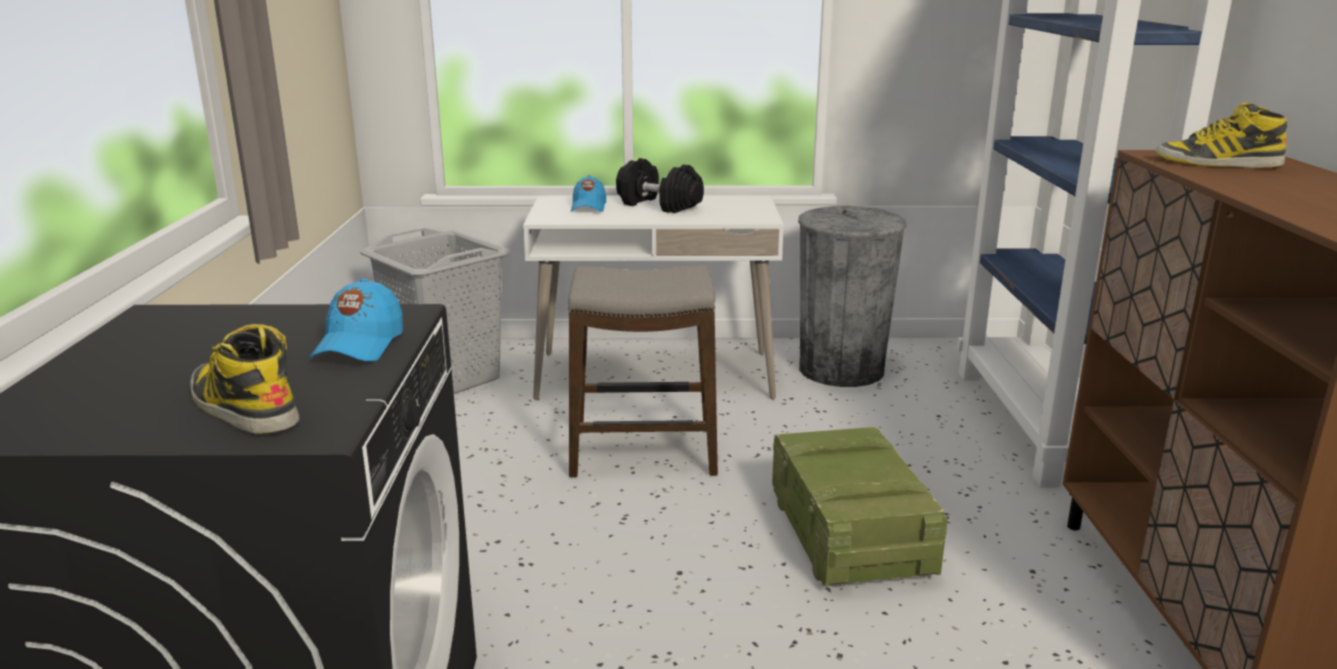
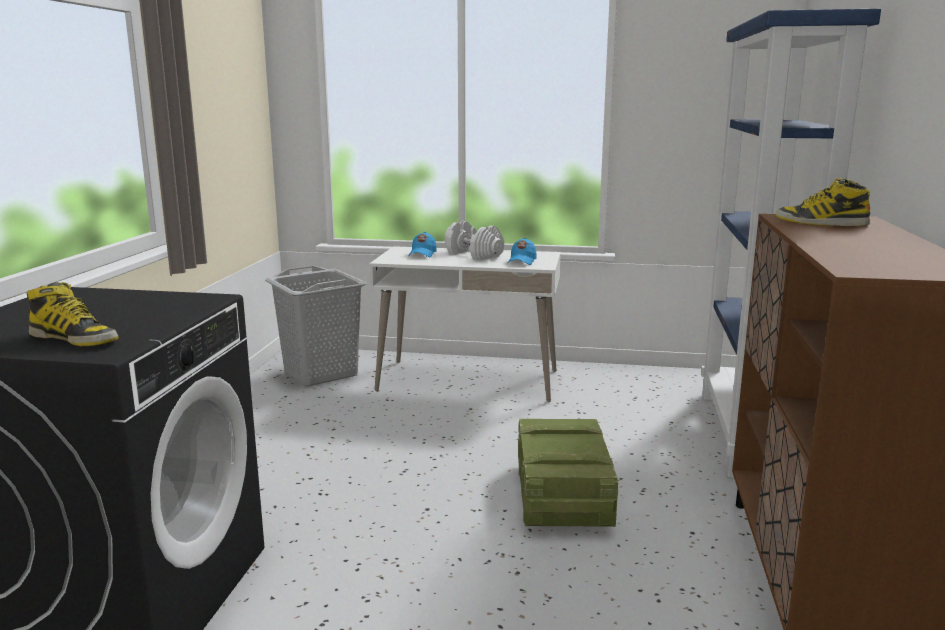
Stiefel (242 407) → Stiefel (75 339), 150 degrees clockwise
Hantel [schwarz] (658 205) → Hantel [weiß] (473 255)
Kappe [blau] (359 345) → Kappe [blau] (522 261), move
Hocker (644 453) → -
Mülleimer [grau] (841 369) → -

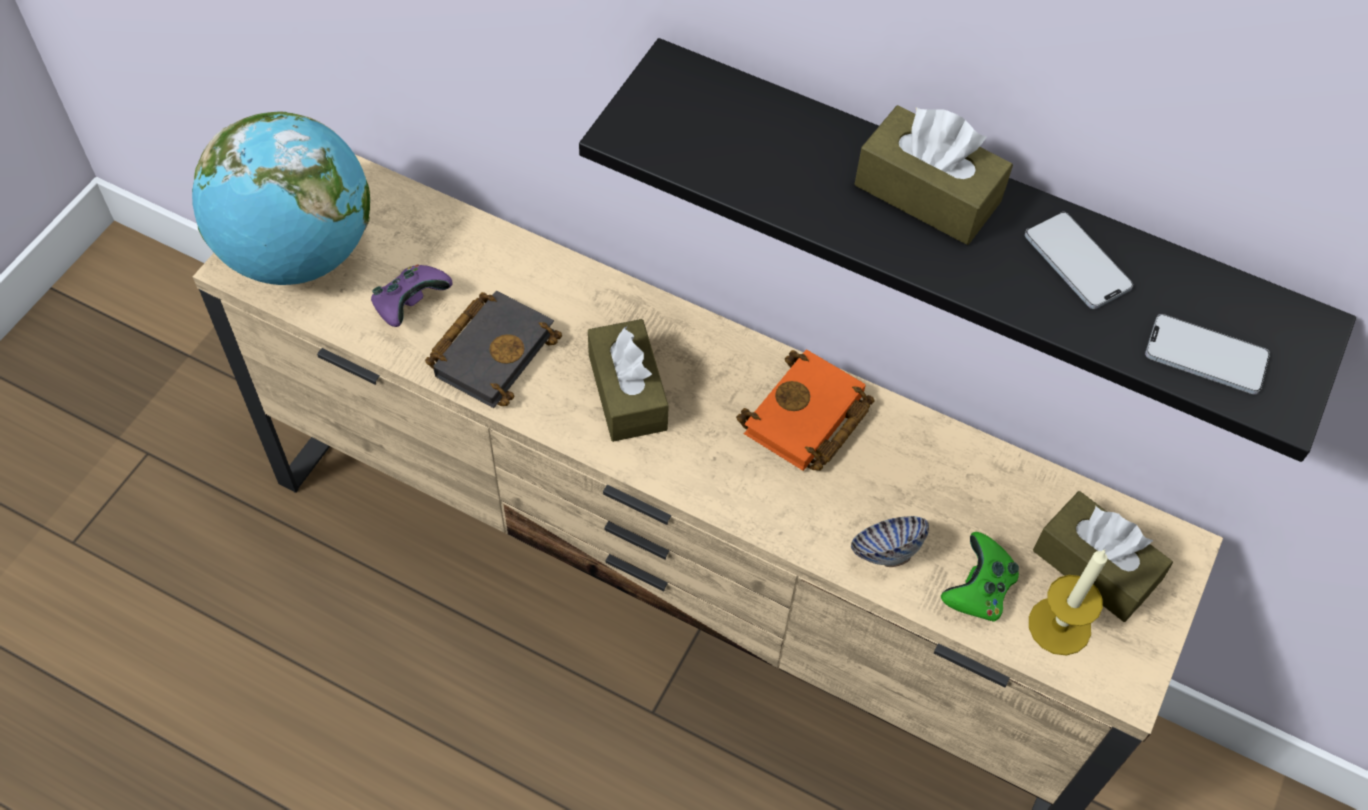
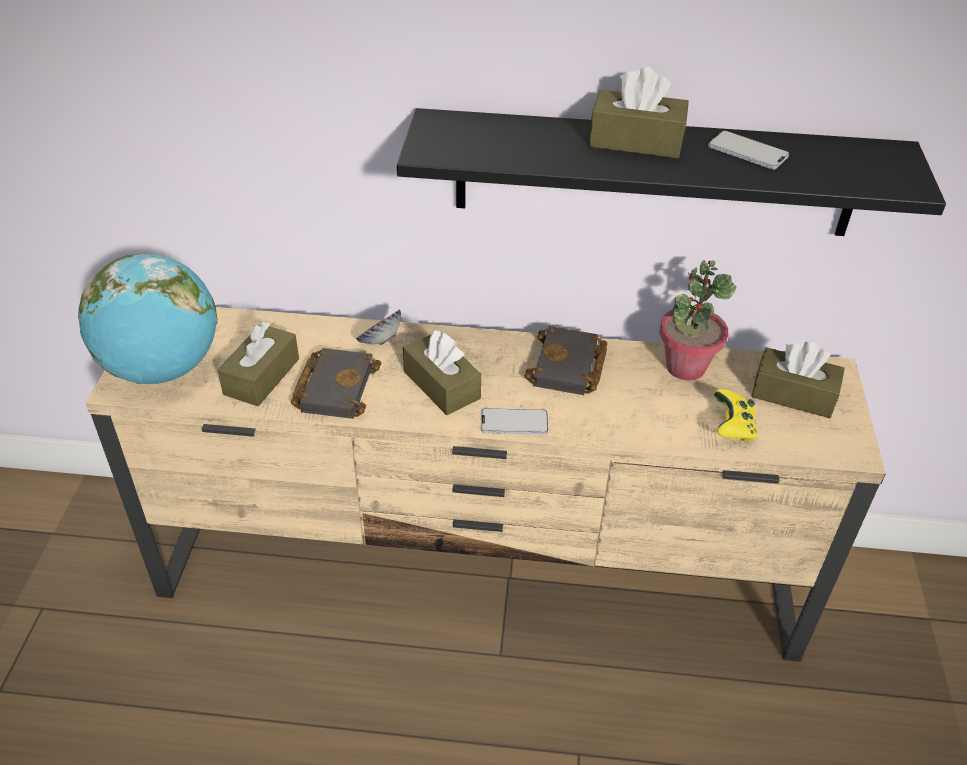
Gamepad [lila] (410 305) → Taschentuchbox [braun] (261 376)
Schüssel (886 551) → Schüssel (380 341), move
Handy (1206 356) → Handy (514 423), move
Buch [orange] (806 420) → Buch [schwarz] (569 368)
- → Topfpflanze (685 367)
Gamepad [grün] (978 590) → Gamepad [gelb] (732 428)
Kerze (1059 626) → -

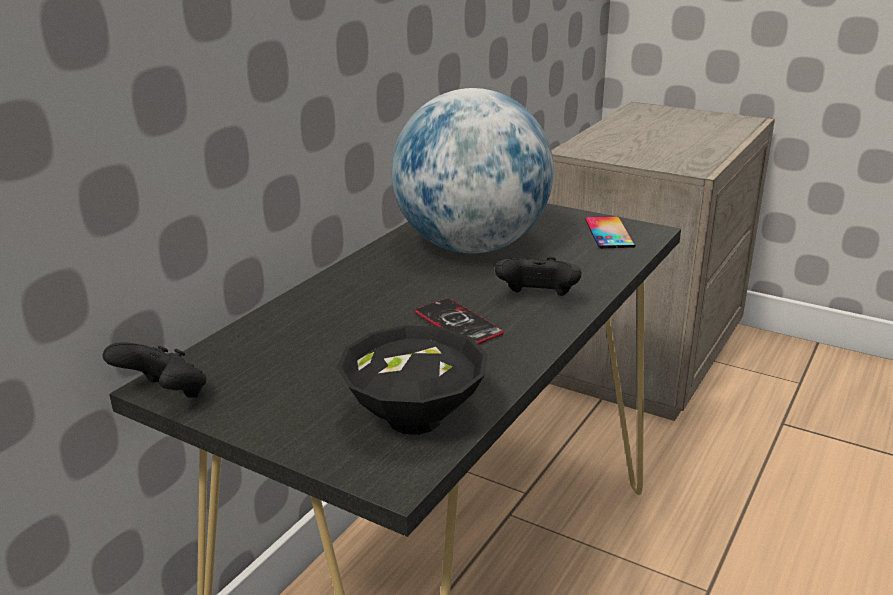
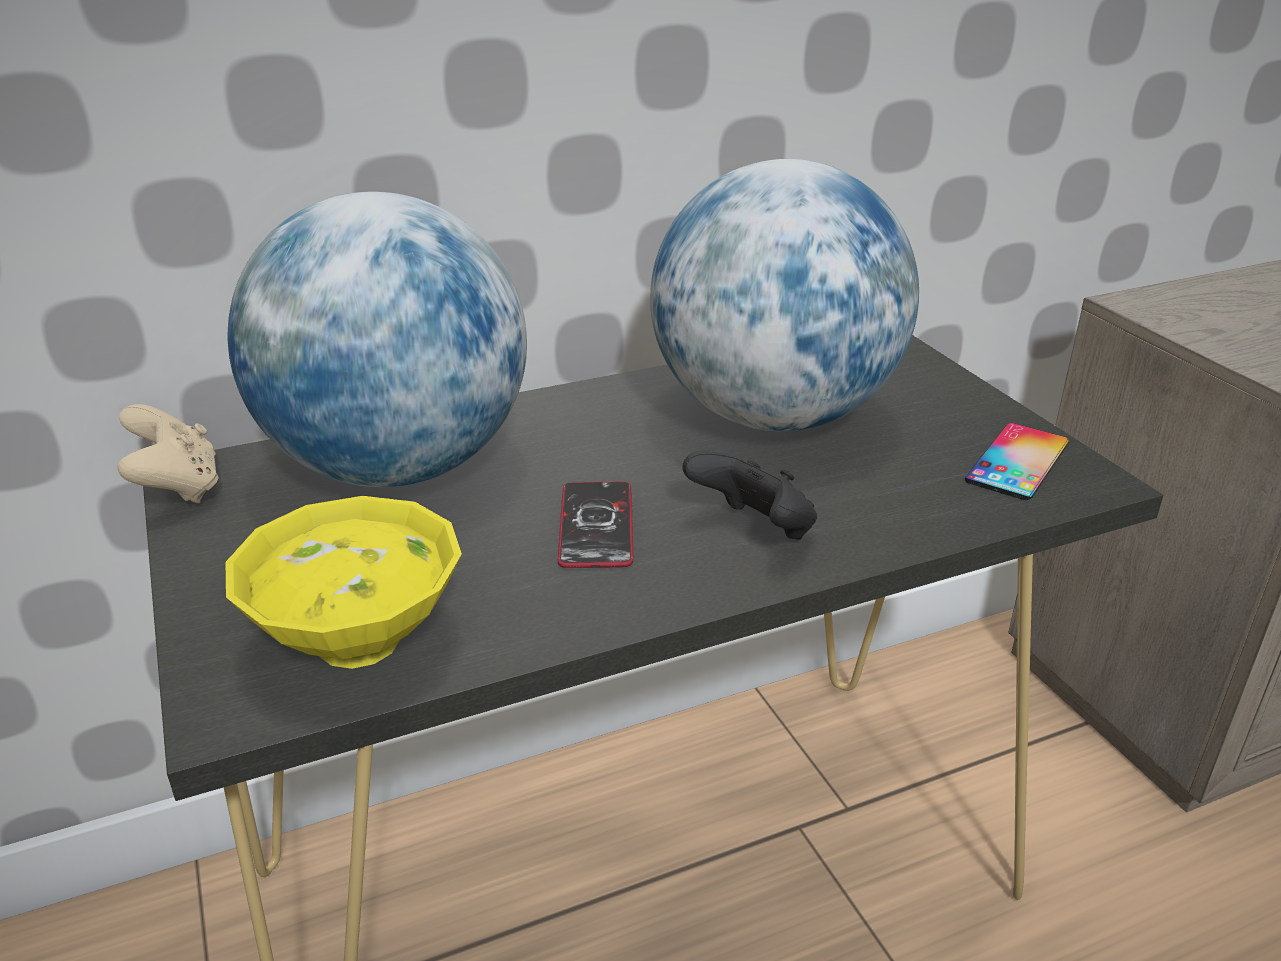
Gamepad [schwarz] (165 396) → Gamepad [beige] (177 488)
Schüssel [schwarz] (417 420) → Schüssel [gelb] (359 644)
- → Globus (398 467)

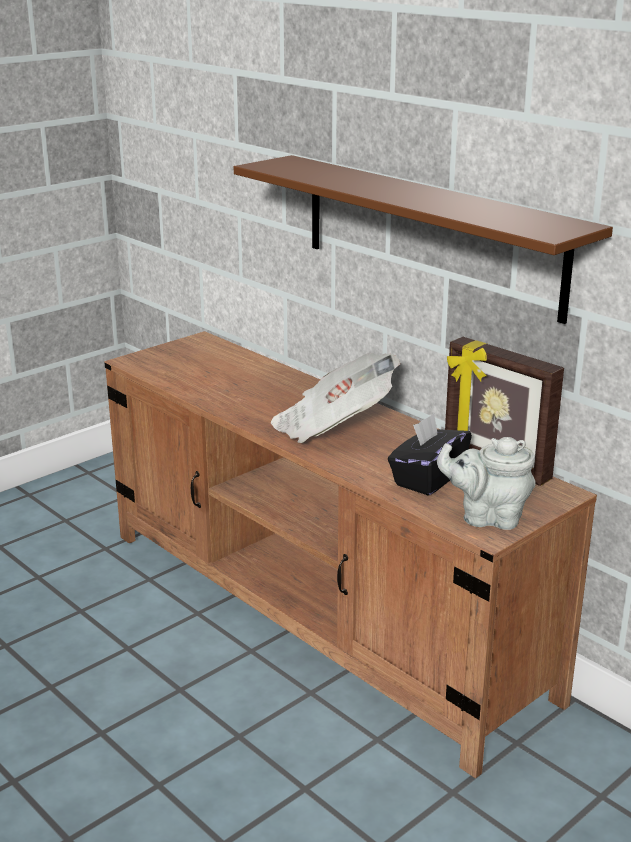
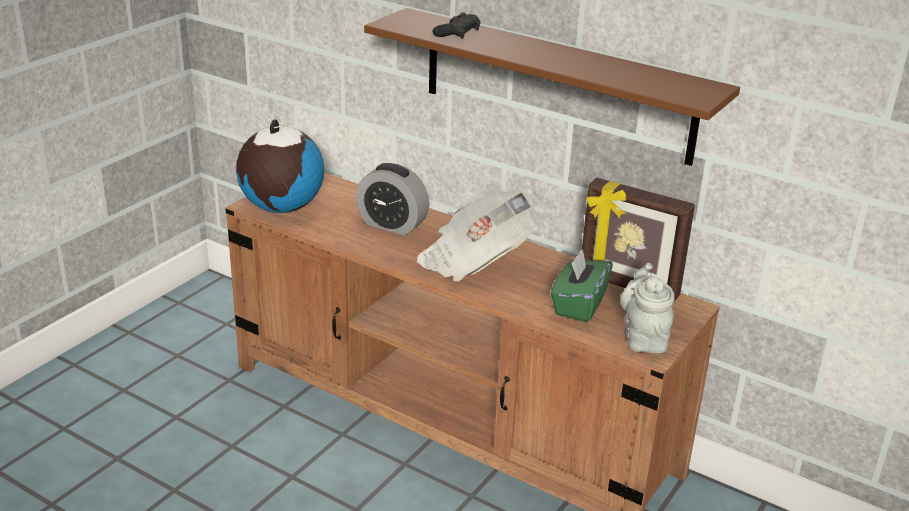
- → Globus (281 208)
- → Wecker (392 225)
- → Gamepad [schwarz] (457 33)
Taschentuchbox [schwarz] (427 478) → Taschentuchbox [grün] (578 305)
Teekanne [grau] (487 517) → Teekanne [grau] (644 338), 90 degrees clockwise

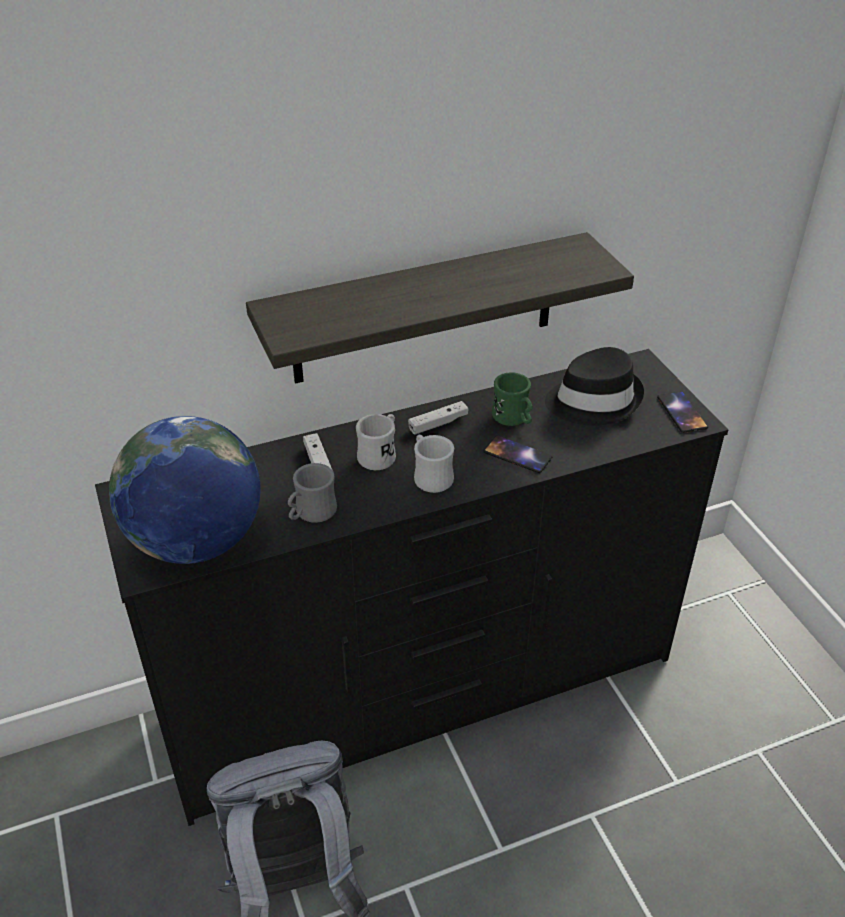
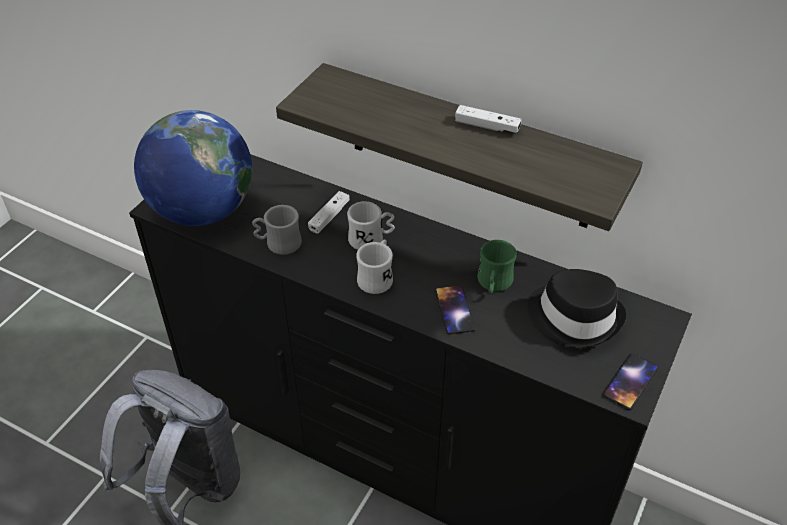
Gamepad [weiß] (438 423) → Gamepad [weiß] (487 126), move

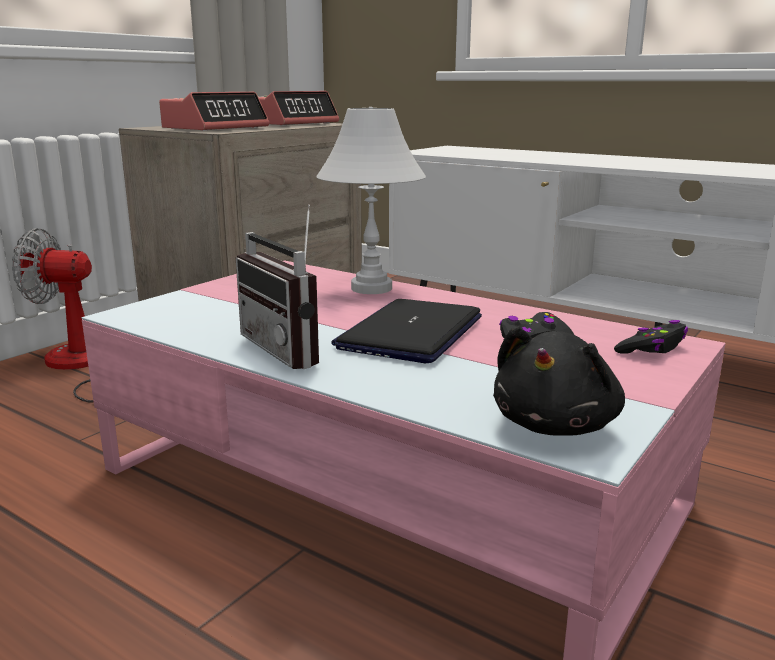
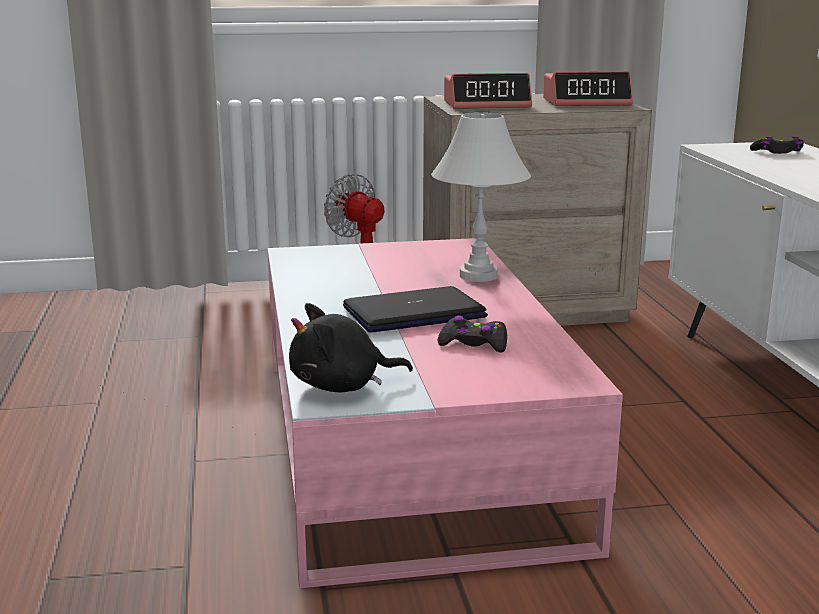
Gamepad [schwarz] (652 348) → Gamepad [schwarz] (777 152), move
Radio (292 349) → -

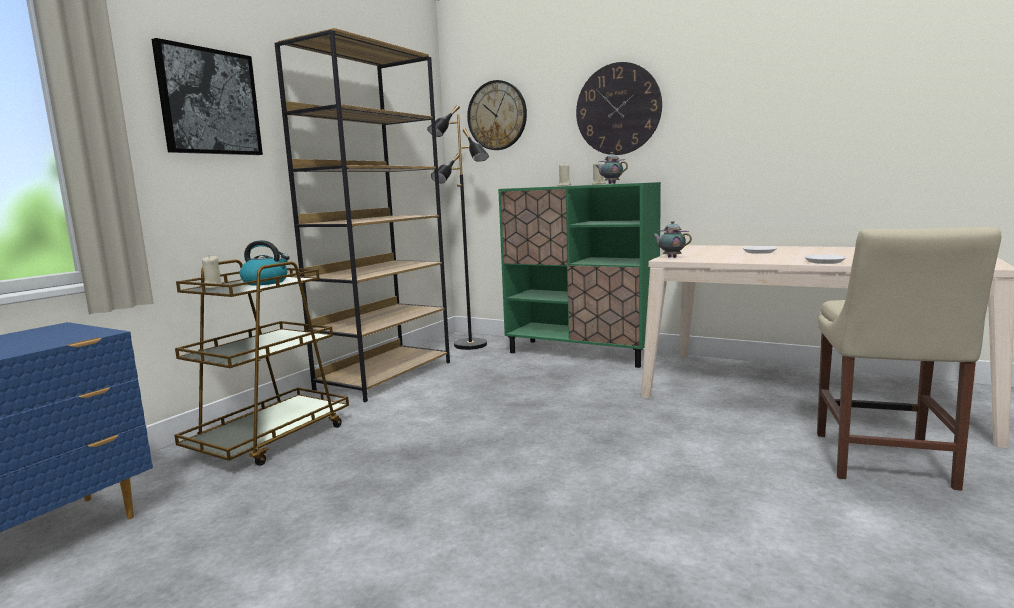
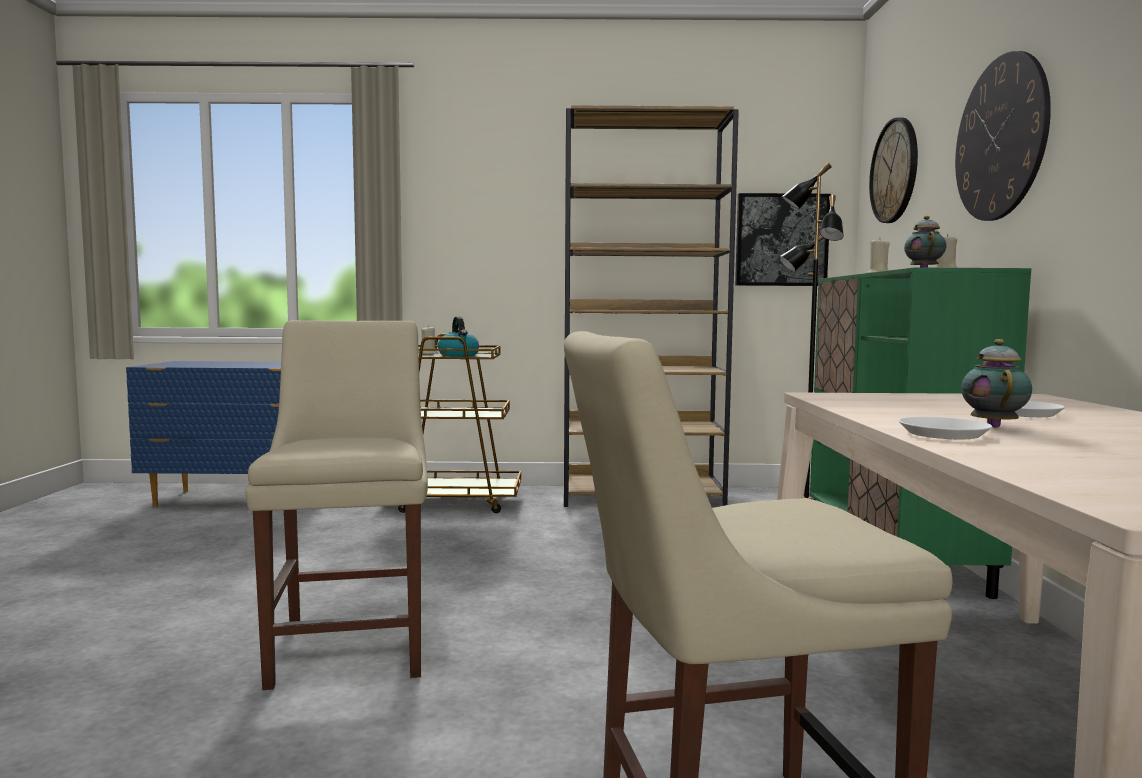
- → Stuhl [beige] (353 644)
Bild (209 102) → Bild (781 240), move
Teekanne (671 257) → Teekanne (993 426), move

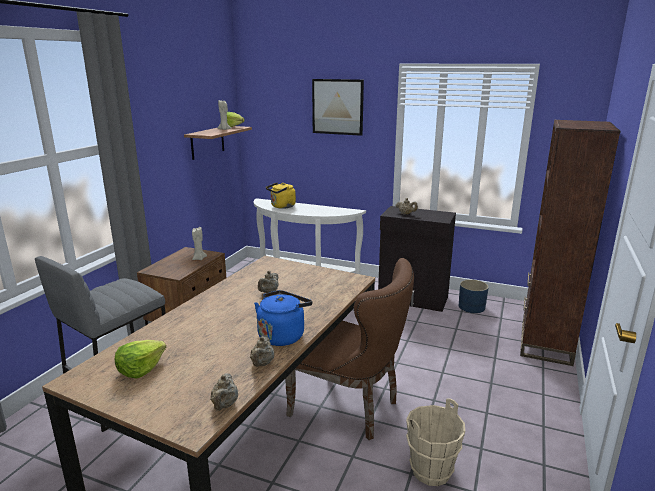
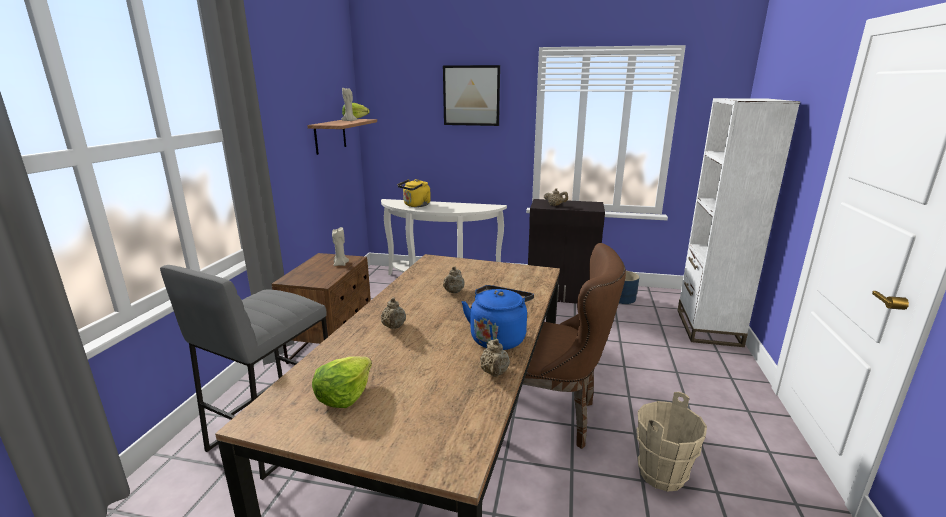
Teekanne [beige] (224 405) → Teekanne [beige] (394 327), move
Bücherregal [braun] (545 343) → Bücherregal [weiß] (708 327)

